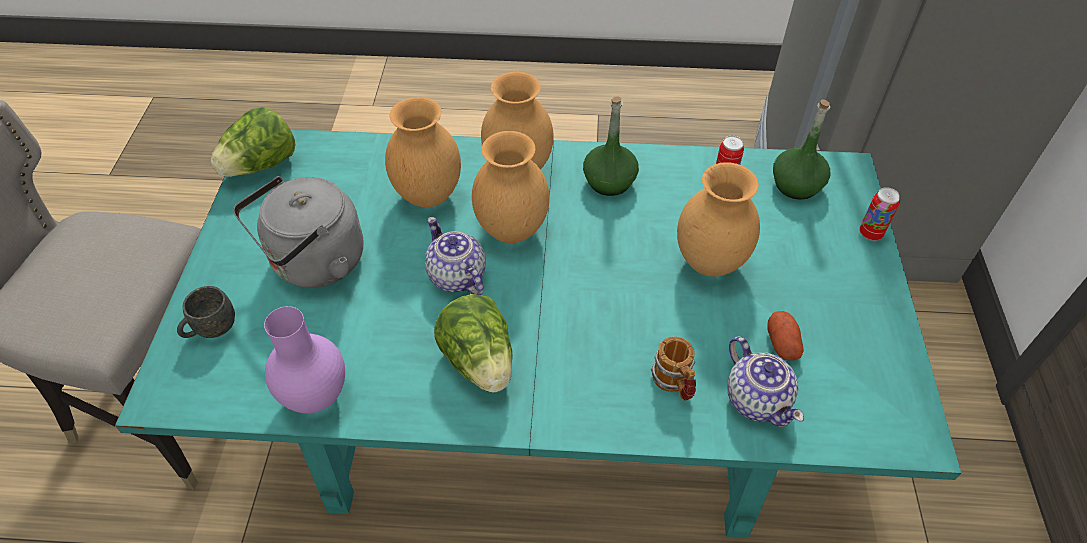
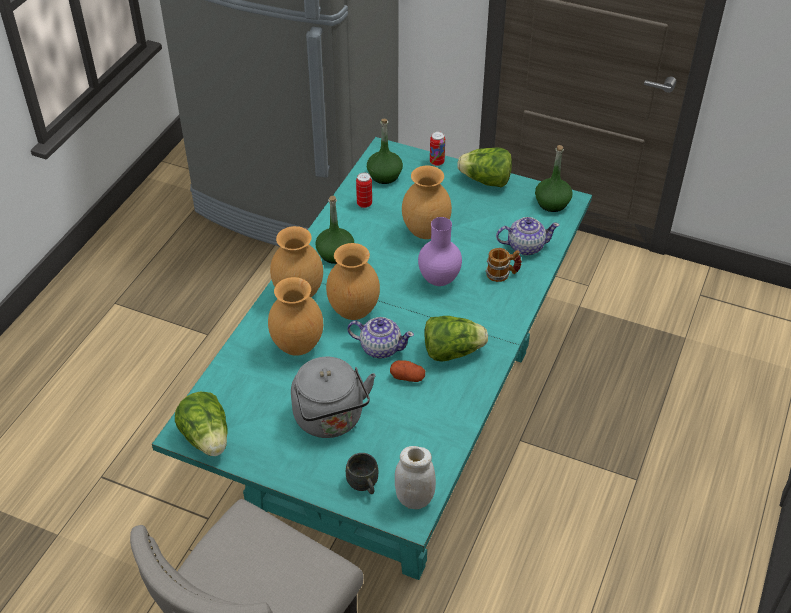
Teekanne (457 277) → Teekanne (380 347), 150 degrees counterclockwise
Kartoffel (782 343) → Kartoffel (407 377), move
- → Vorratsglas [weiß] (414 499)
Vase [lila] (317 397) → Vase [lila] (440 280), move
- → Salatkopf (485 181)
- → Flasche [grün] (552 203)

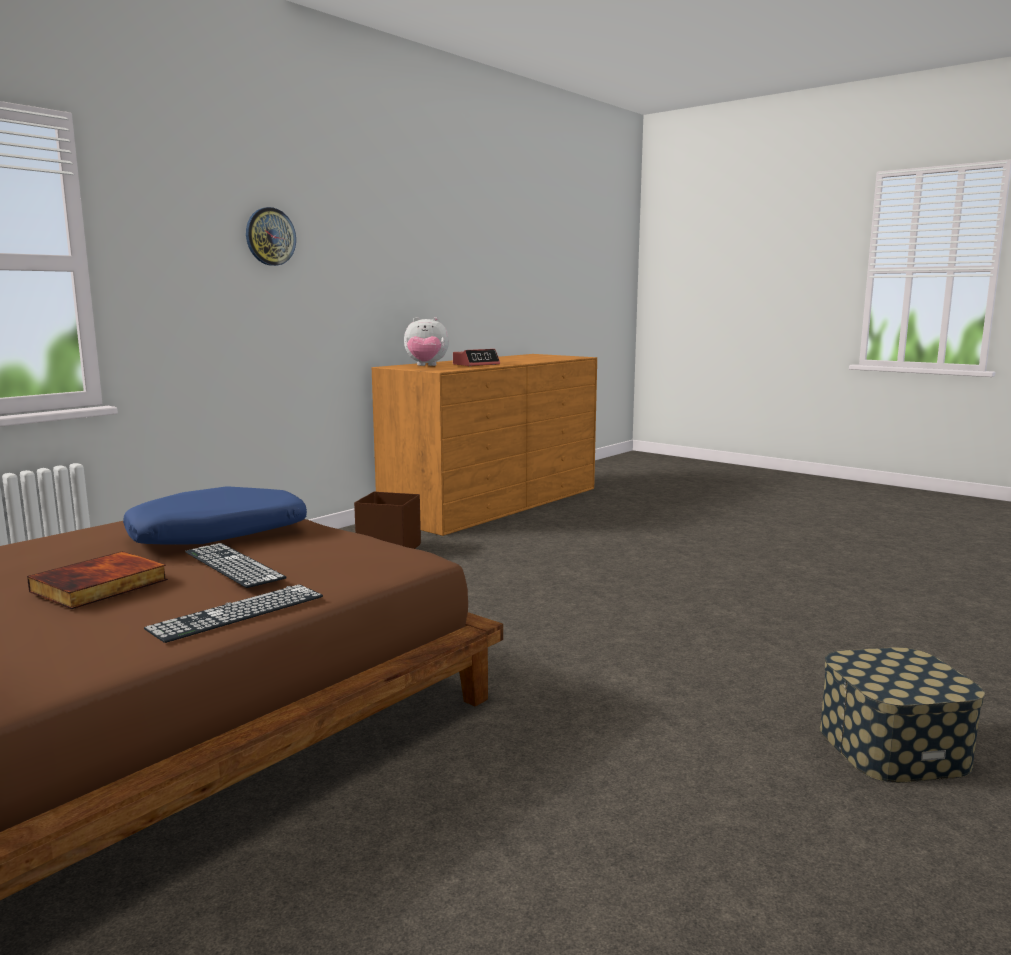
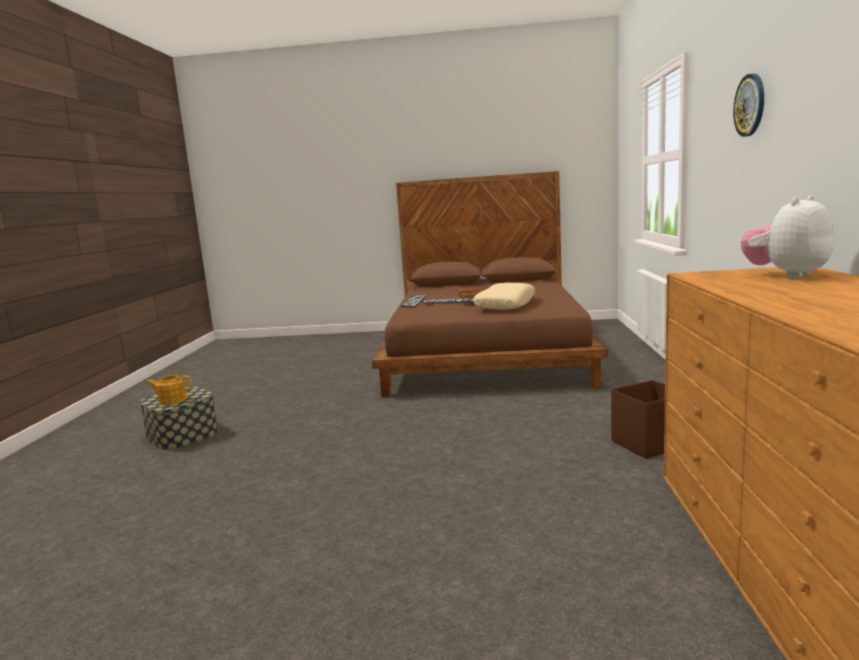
- → Teekanne (172 400)
Kissen [blau] (218 536) → Kissen [beige] (505 305)
Wecker (476 364) → -

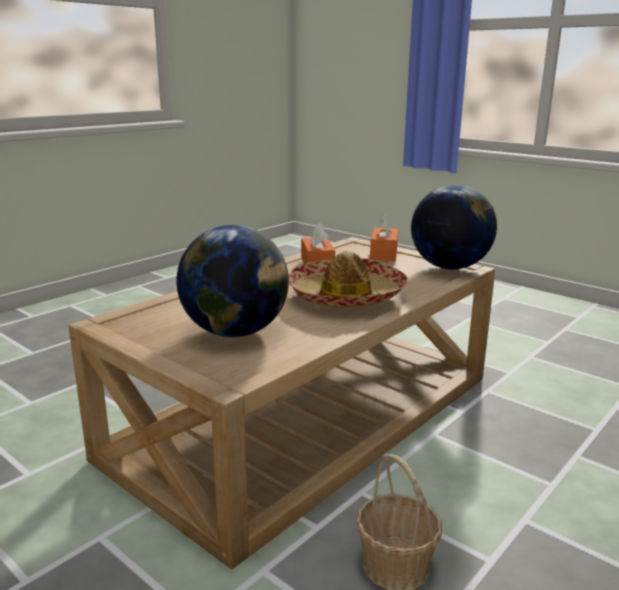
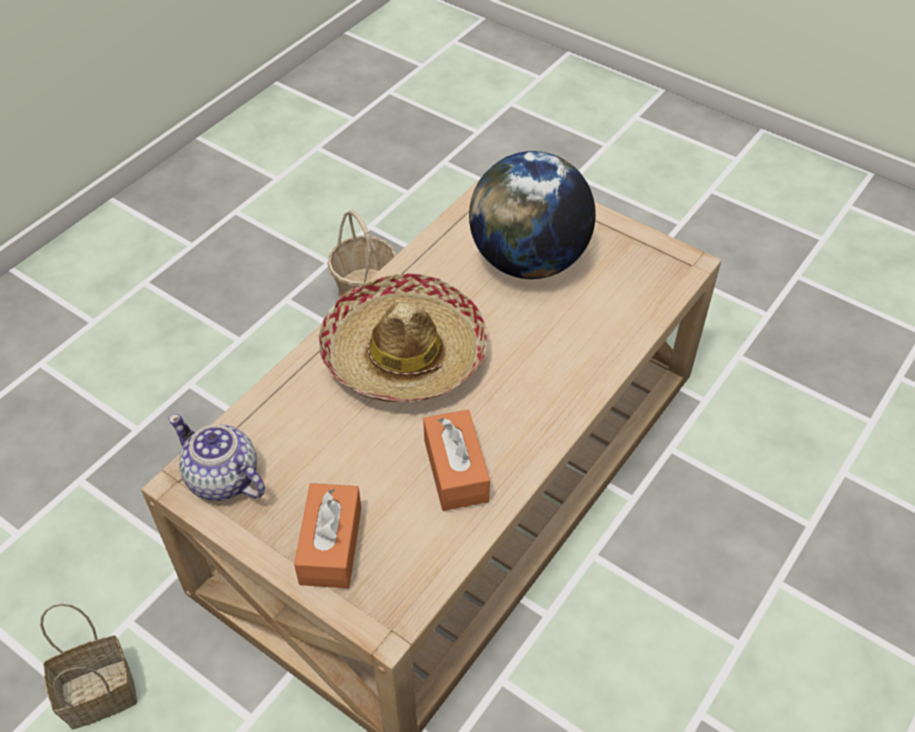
- → Korb (97 696)
Globus (449 267) → Teekanne (223 479)

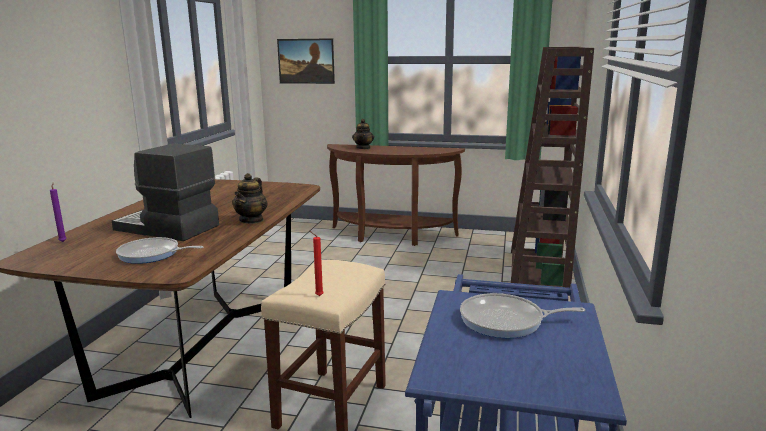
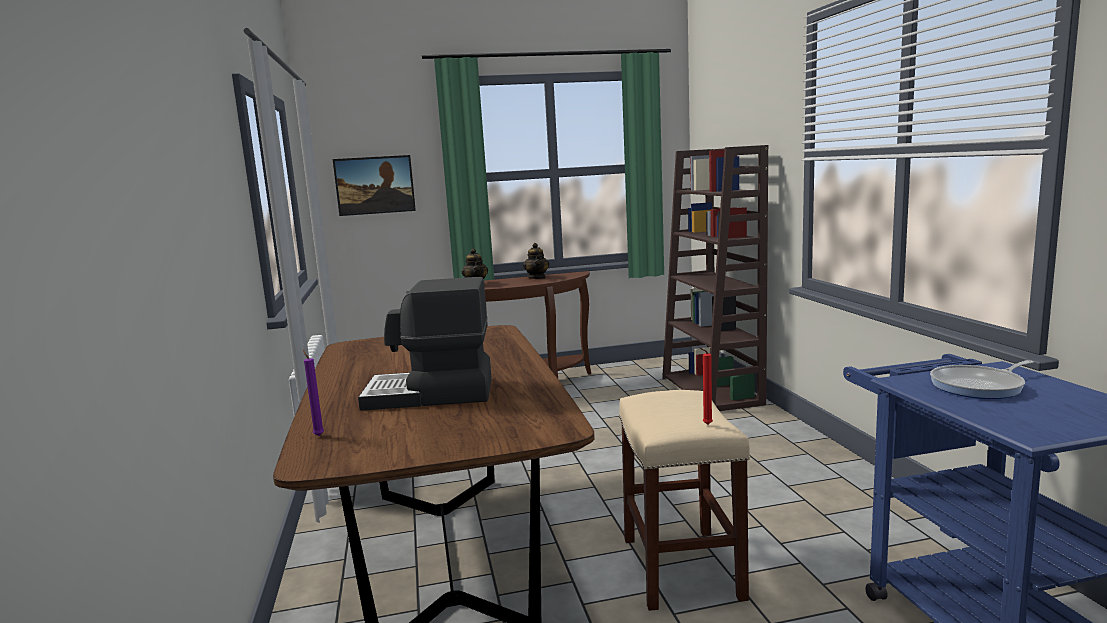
Teekanne (251 220) → Teekanne (537 278), move
Pfanne (152 254) → -

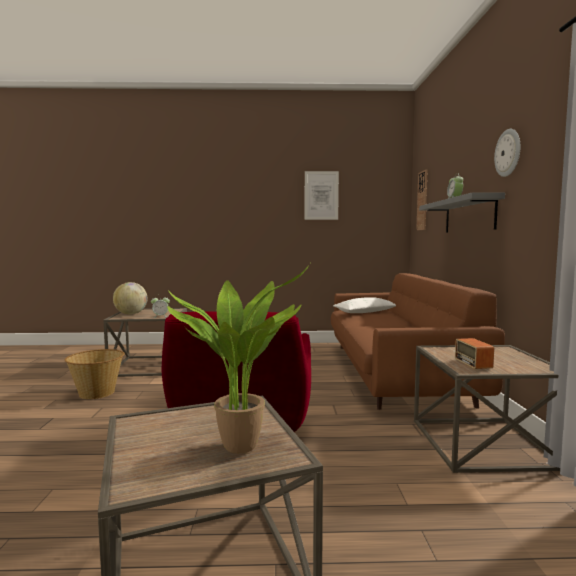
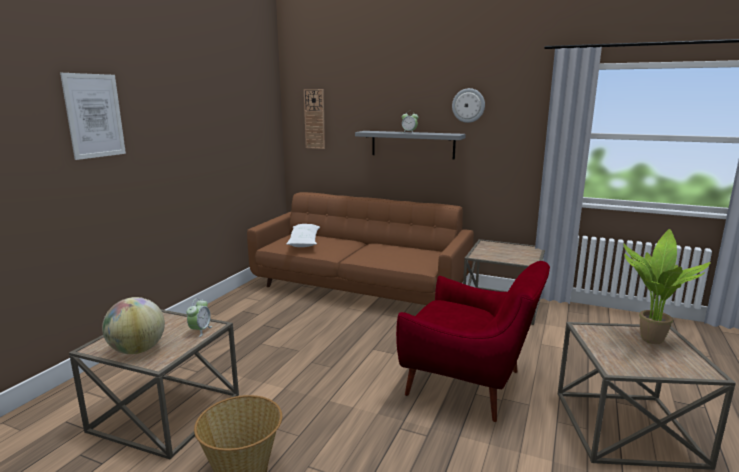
Bild (321 195) → Bild (94 116), move
Radio (474 358) → -

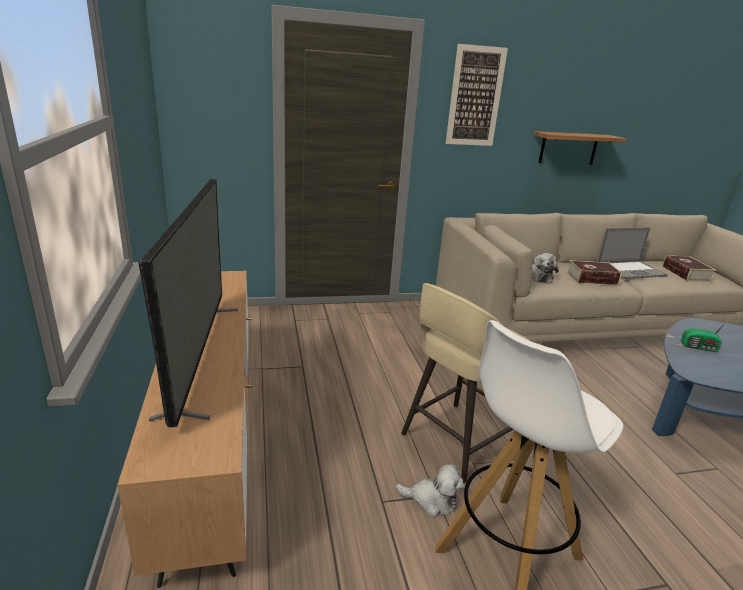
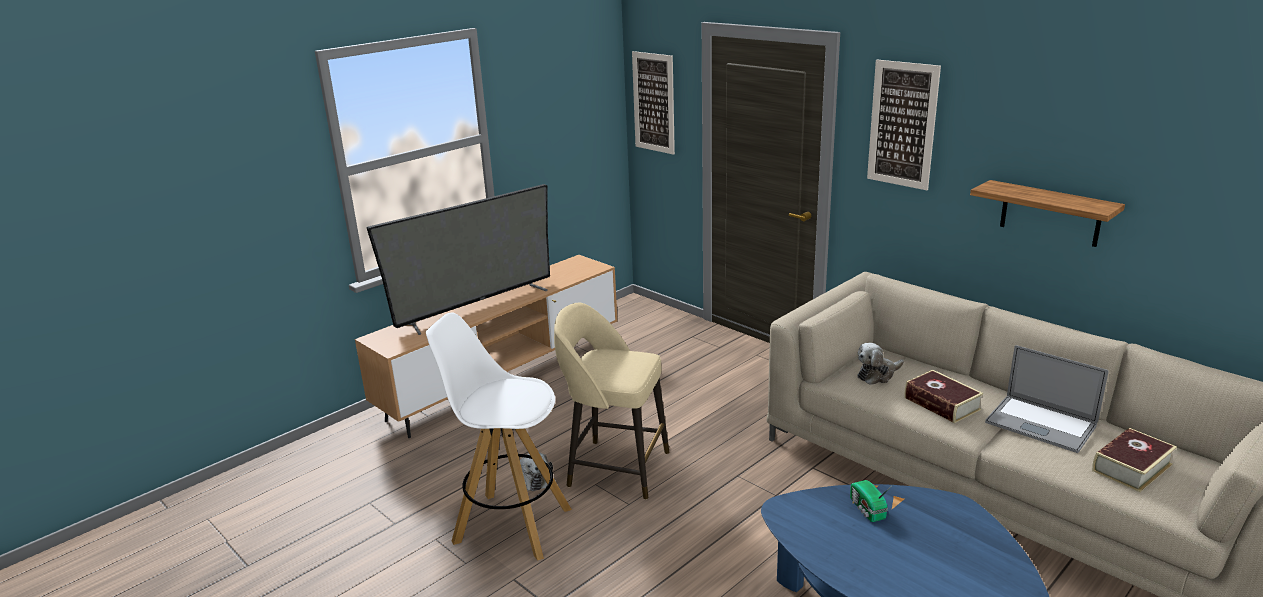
- → Bild (653 102)

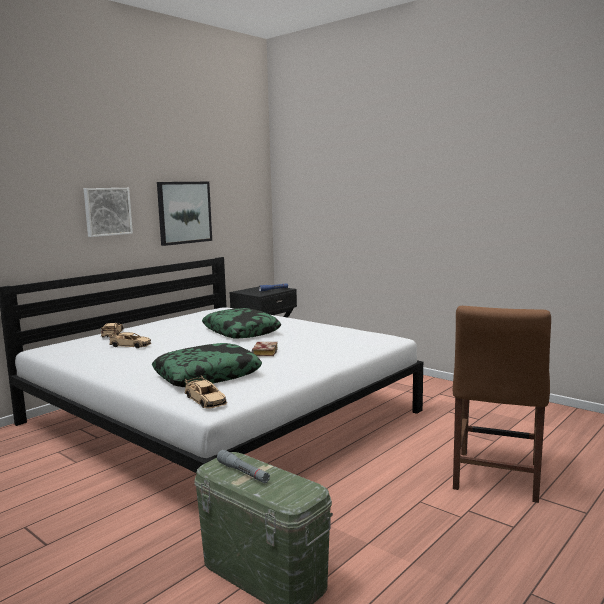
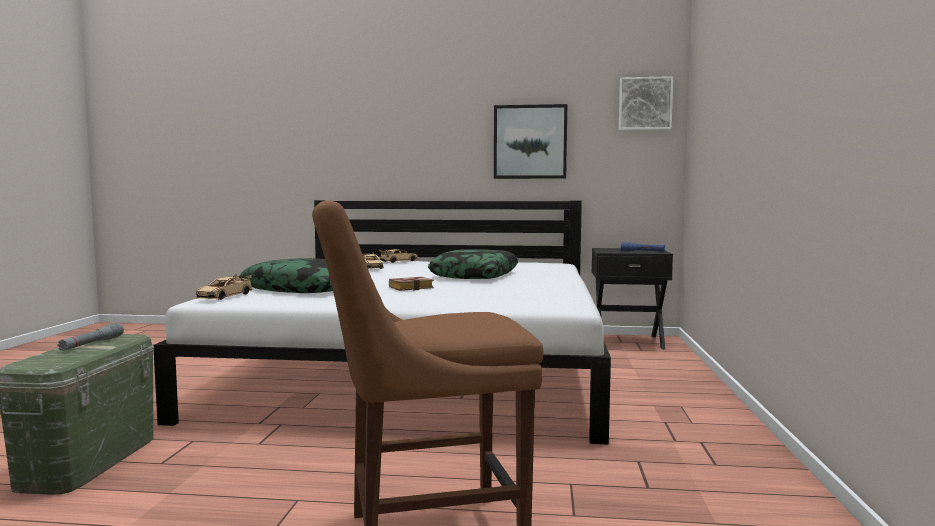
Bild (107 211) → Bild (645 104), move

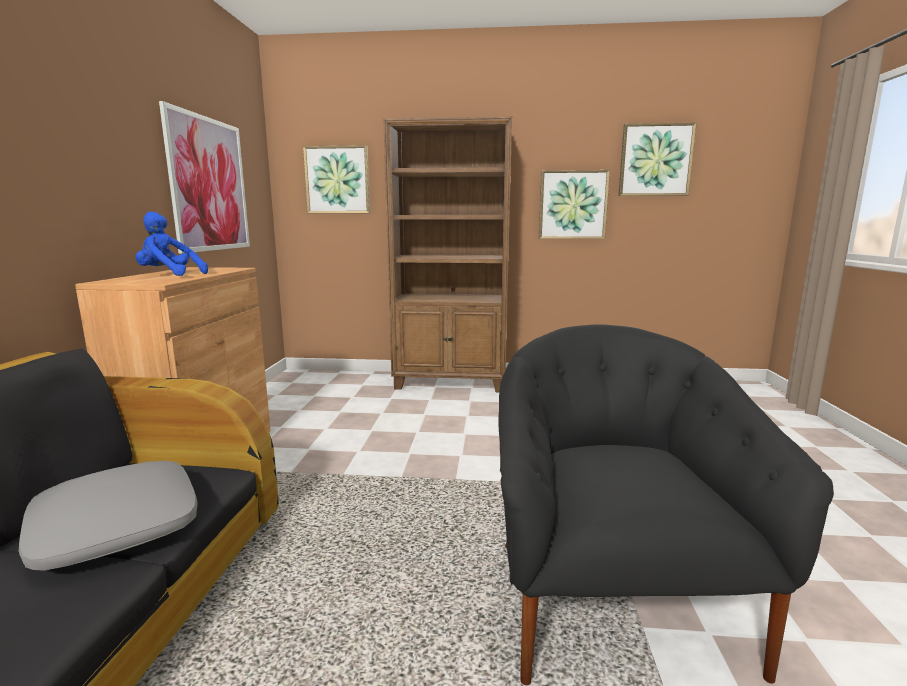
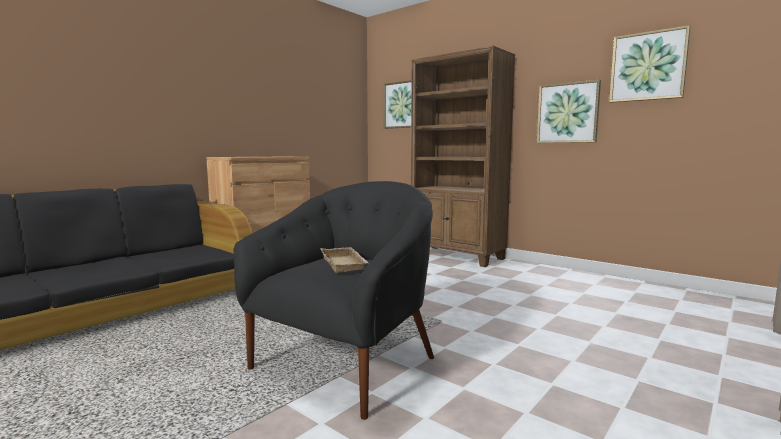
- → Tablett [beige] (345 264)
Kissen [grau] (116 527) → -
Plüschtier [blau] (169 275) → -
Bild (209 185) → -

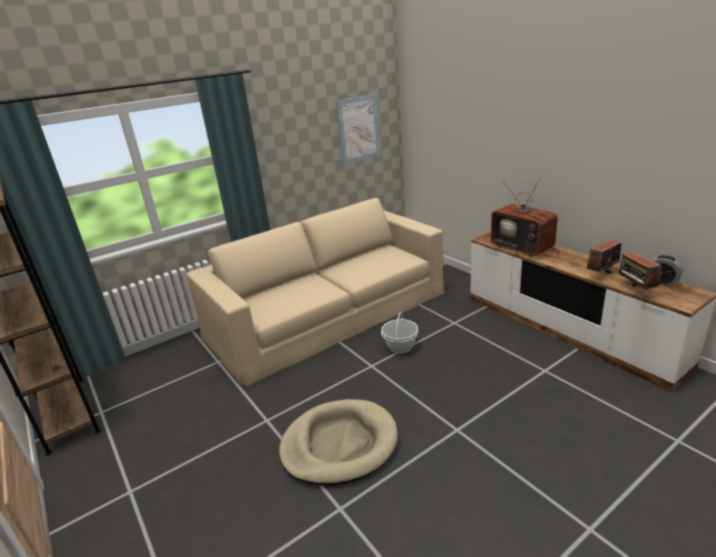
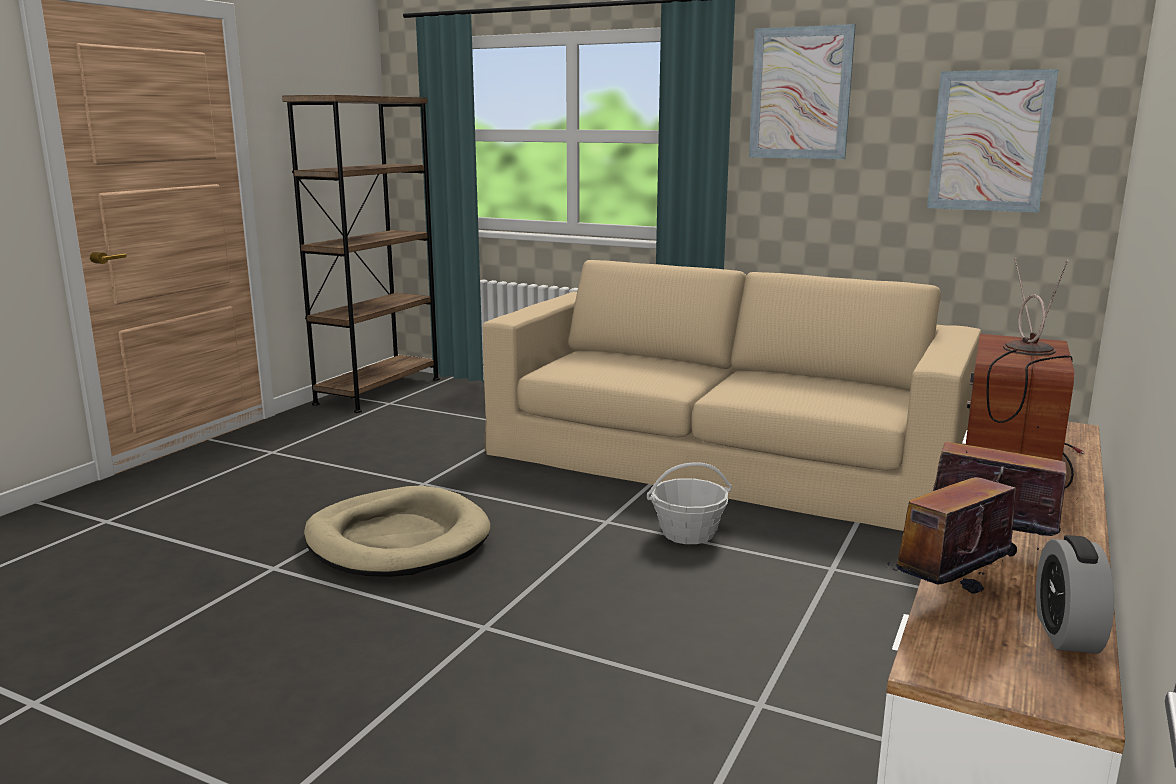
- → Bild (800 93)

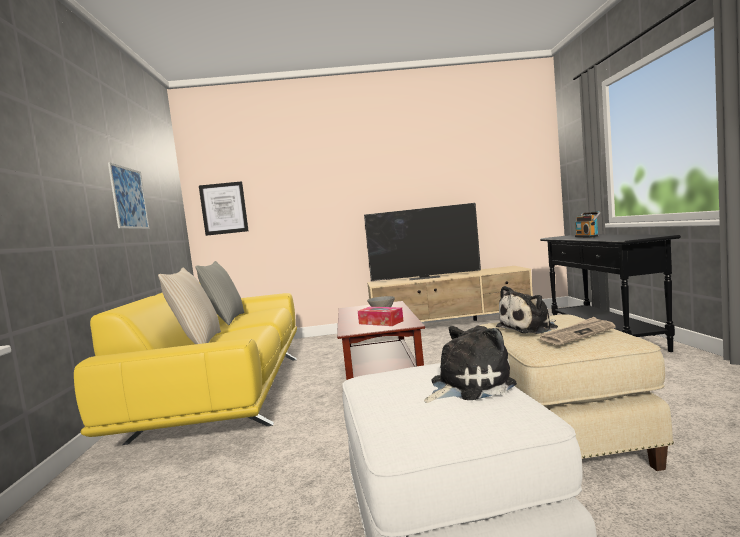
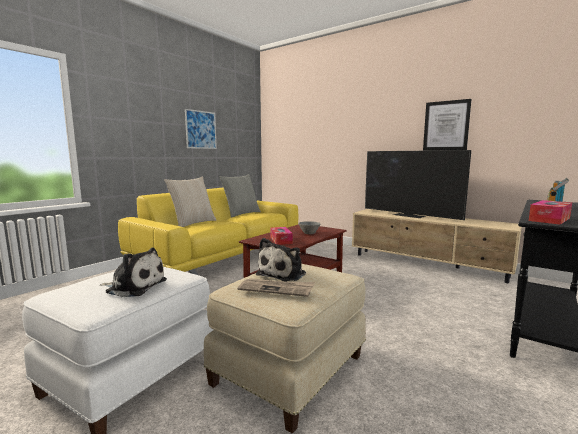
Plüschtier (530 327) → Plüschtier (283 274), 75 degrees counterclockwise
Bild (224 208) → Bild (446 126), move
- → Taschentuchbox (549 219)

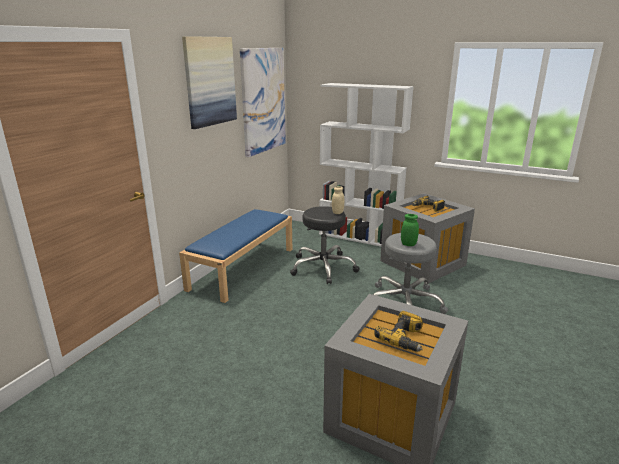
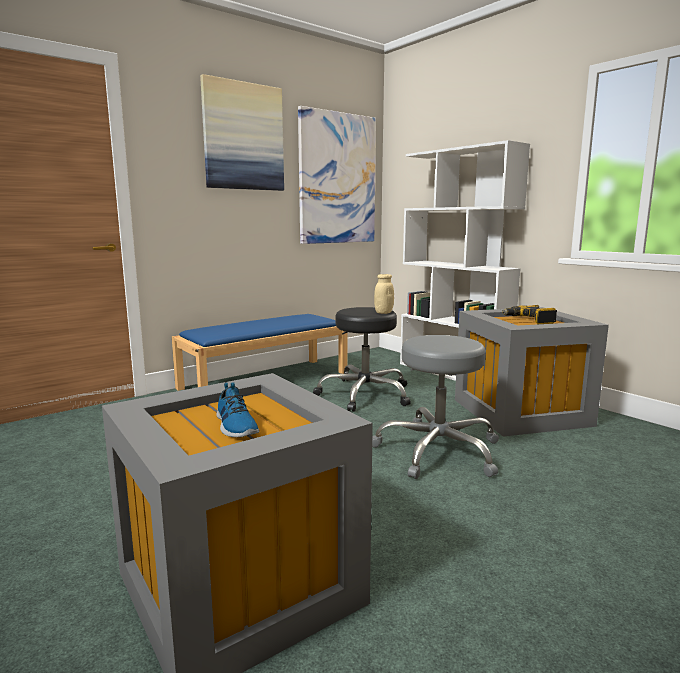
Bohrmaschine (404 338) → Schuh (235 426)
Vorratsglas [grün] (408 244) → -

